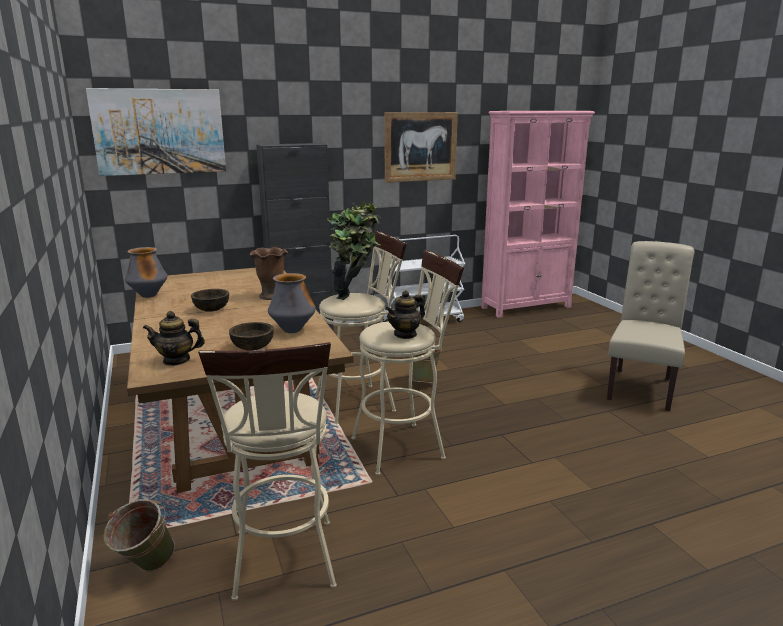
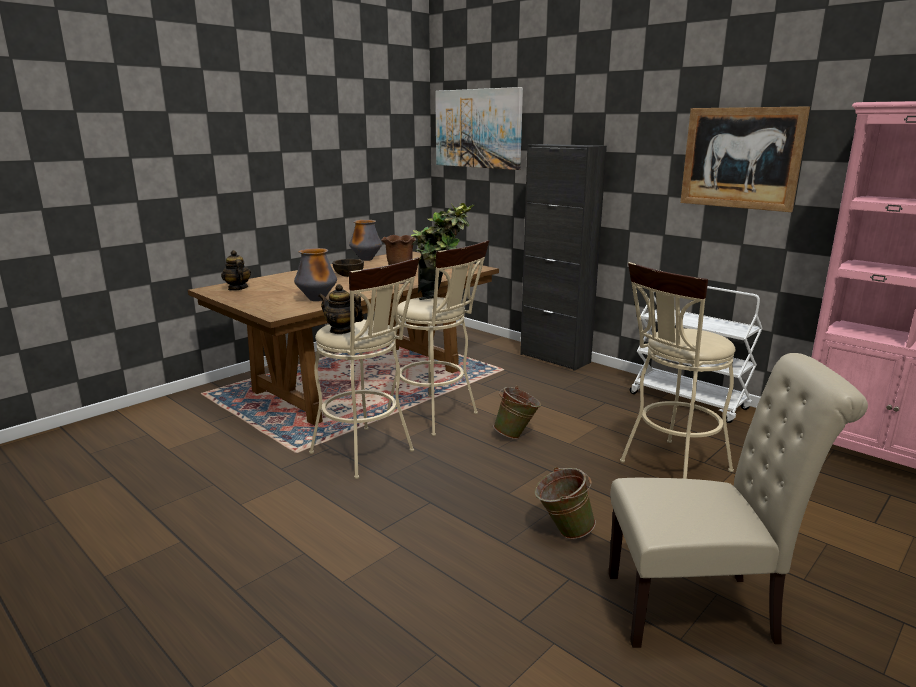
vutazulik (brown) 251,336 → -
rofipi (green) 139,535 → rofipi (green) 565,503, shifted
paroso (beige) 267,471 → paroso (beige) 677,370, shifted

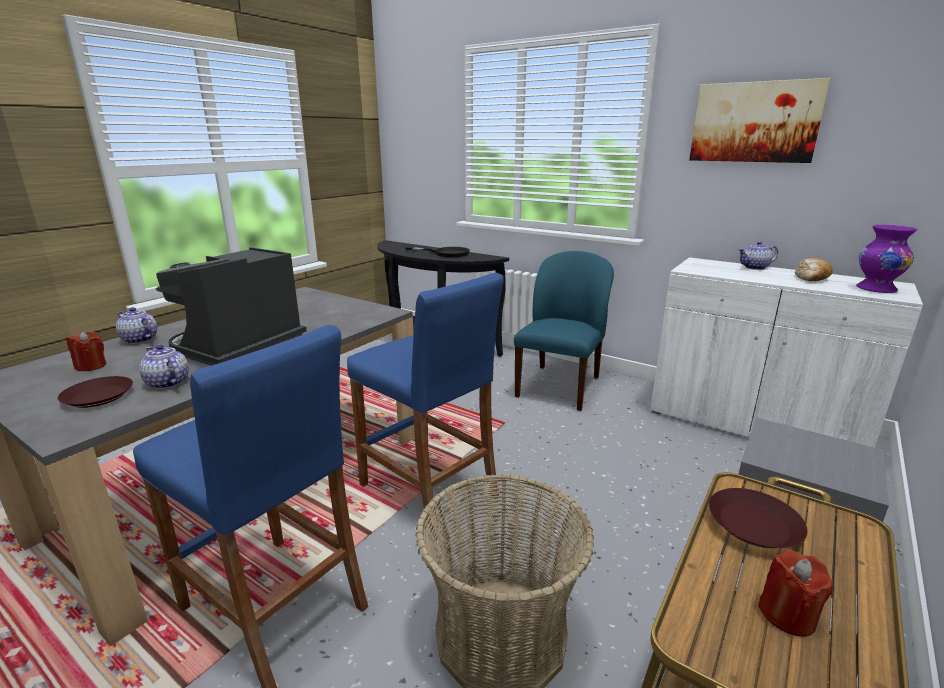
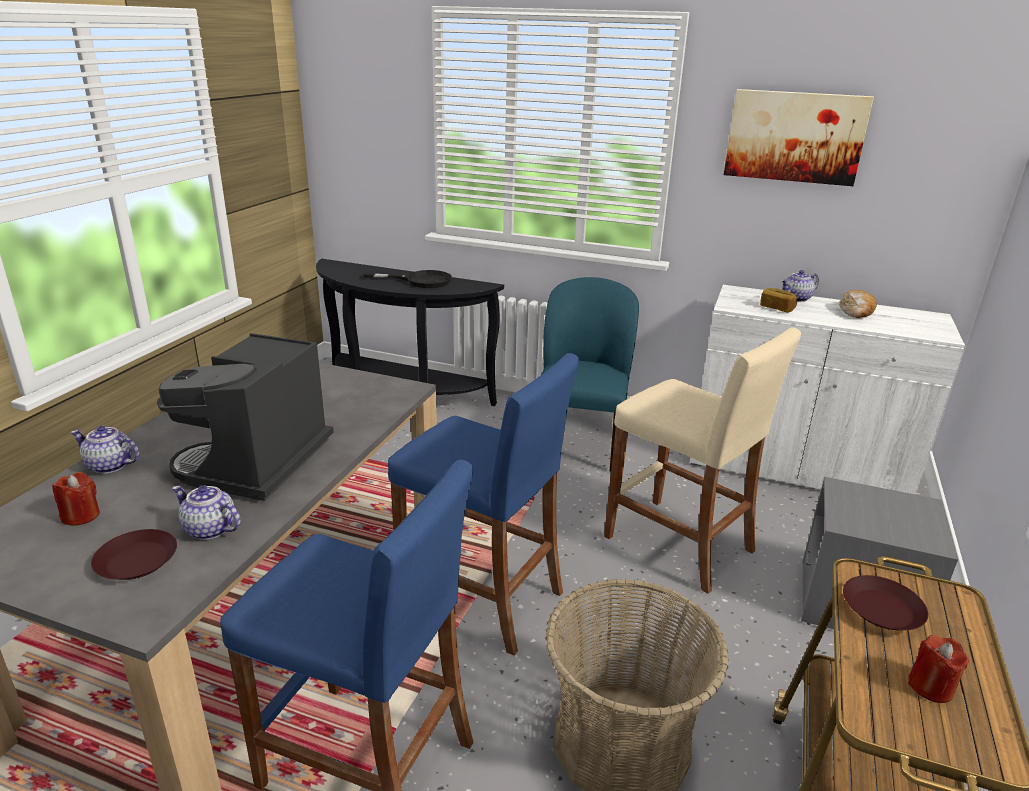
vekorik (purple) 886,259 → -
- → paroso (beige) 702,460
- → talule 778,300

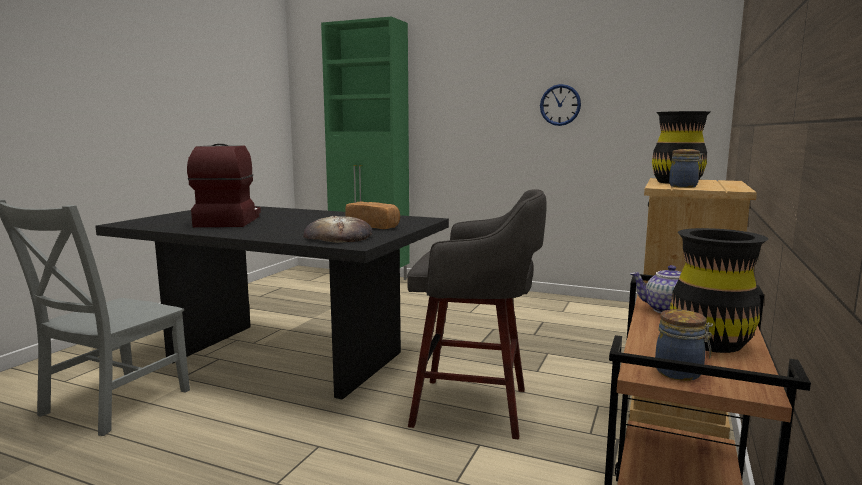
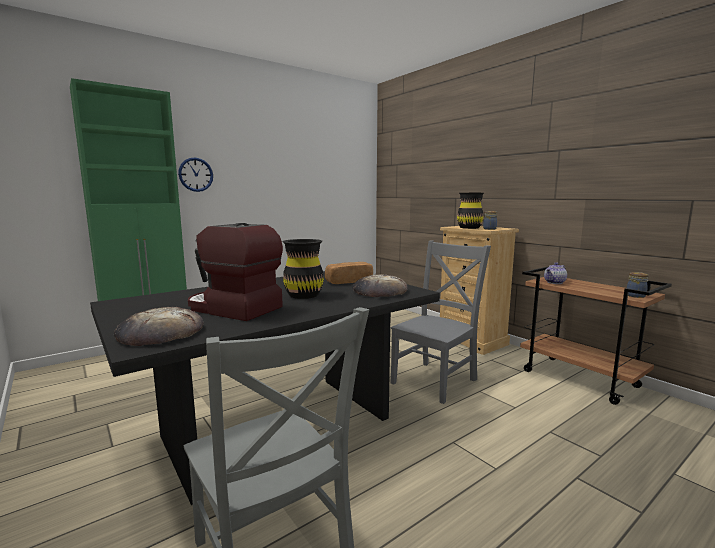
- → talule 158,326
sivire 560,105 → sivire 195,174, shifted
vekorik (black) 719,290 → vekorik (black) 303,269, shifted
paroso (grey) 477,314 → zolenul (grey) 440,322

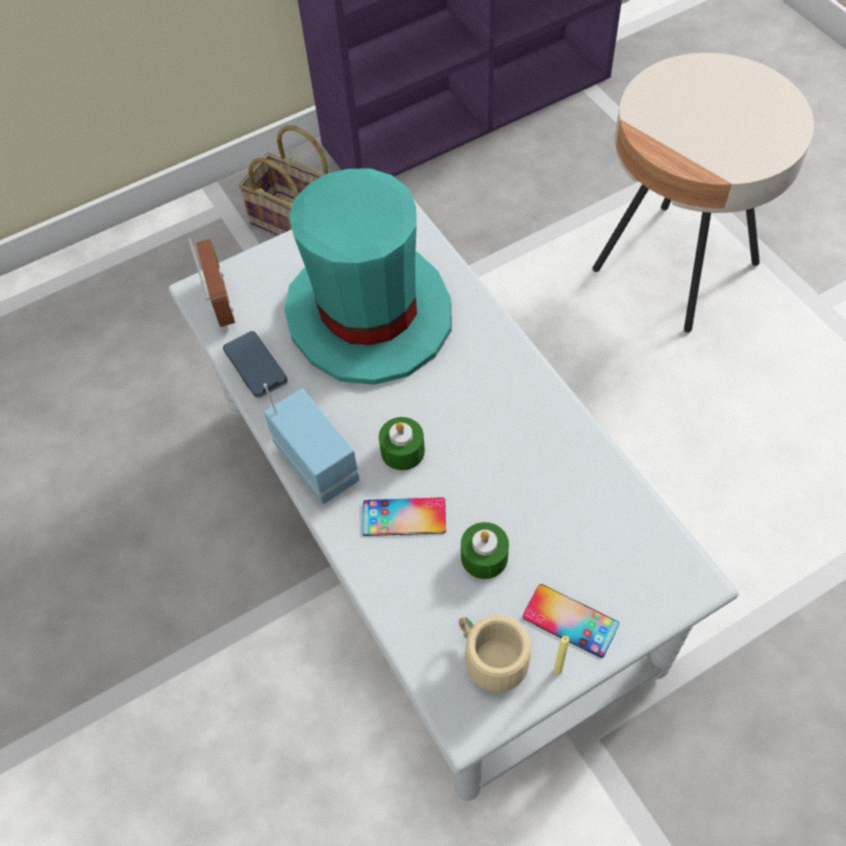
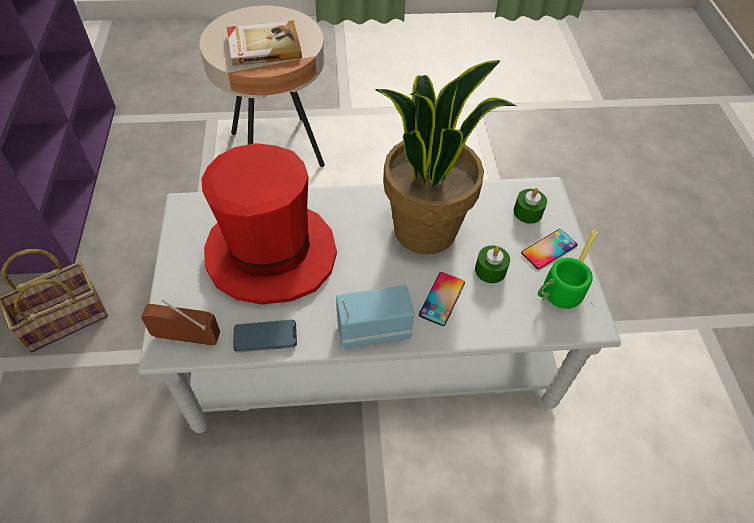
- → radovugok 264,43
- → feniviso 446,157
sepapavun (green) 402,443 → sepapavun (green) 530,206, shifted
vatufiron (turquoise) 367,276 → vatufiron (red) 269,224
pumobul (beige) 495,665 → pumobul (green) 566,283

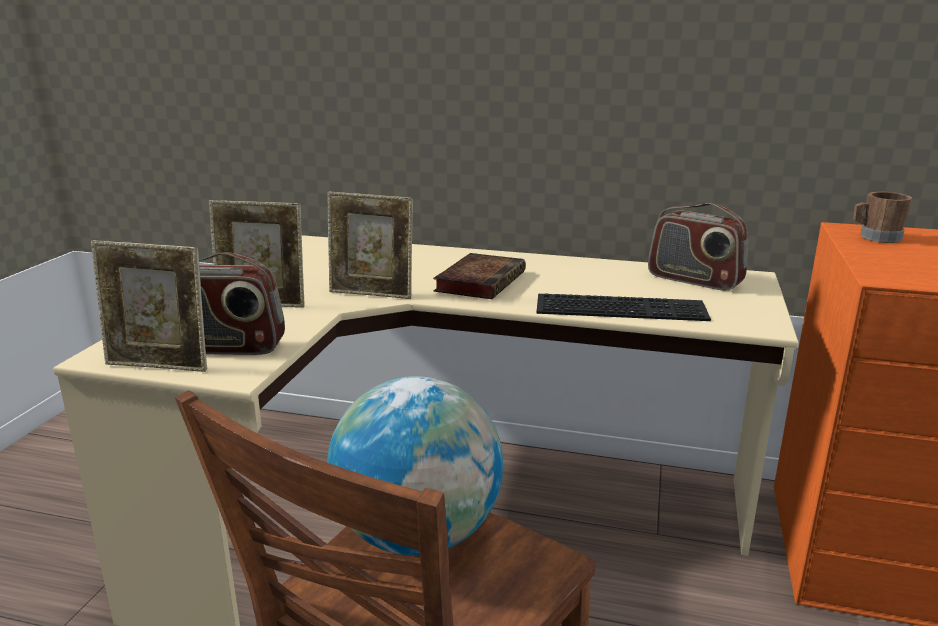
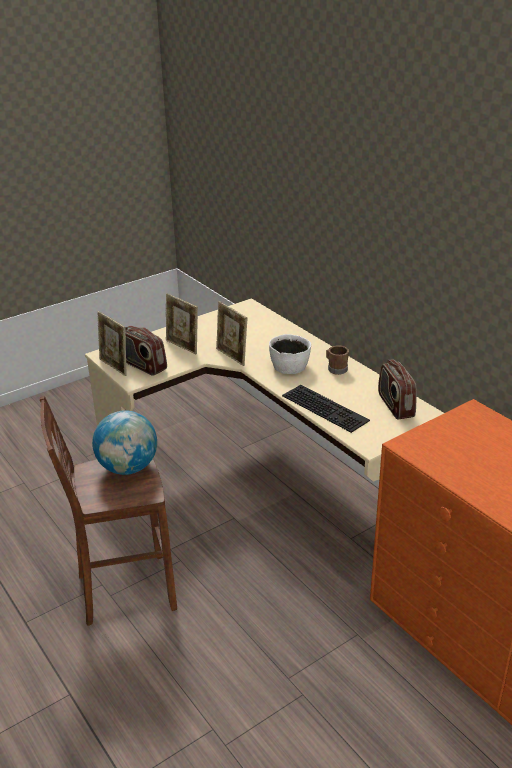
pumobul (brown) 883,217 → pumobul (brown) 337,360, shifted
radovugok 479,276 → vutazulik (white) 290,354

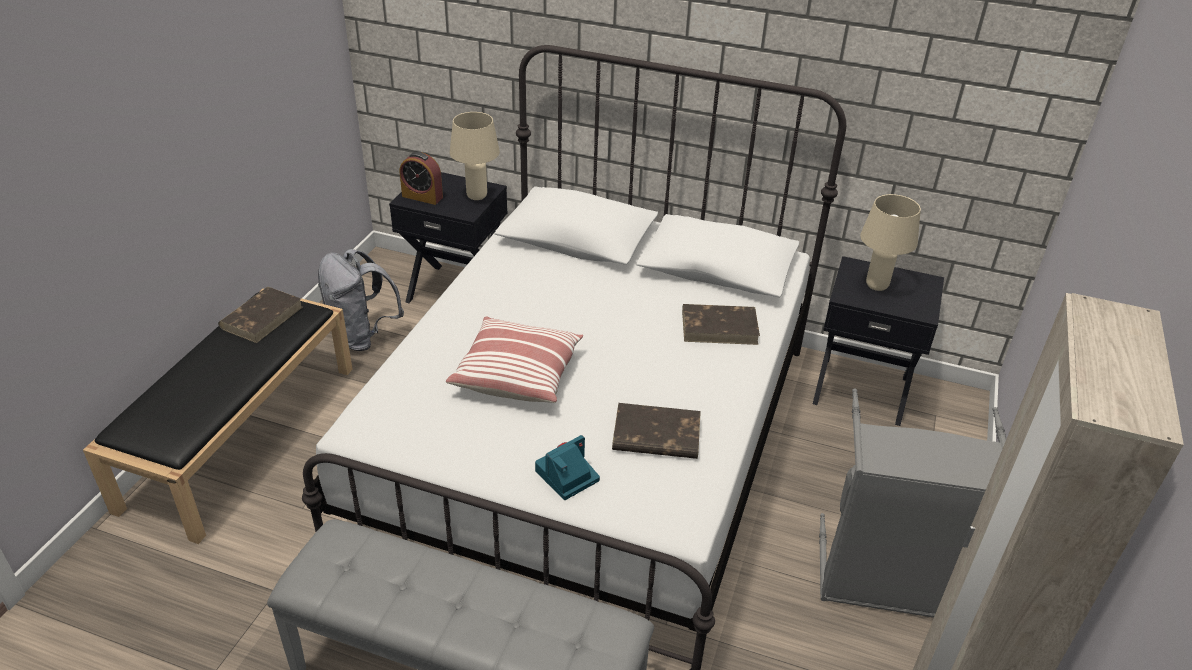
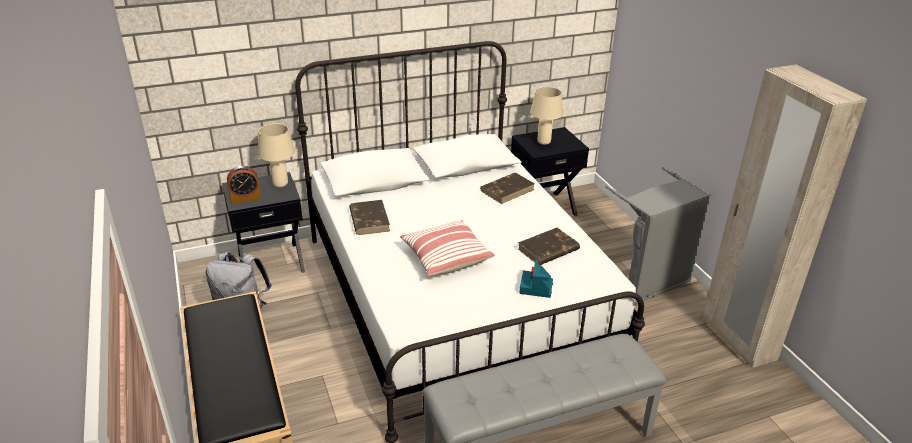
radovugok (brown) 260,315 → radovugok (brown) 369,217, shifted

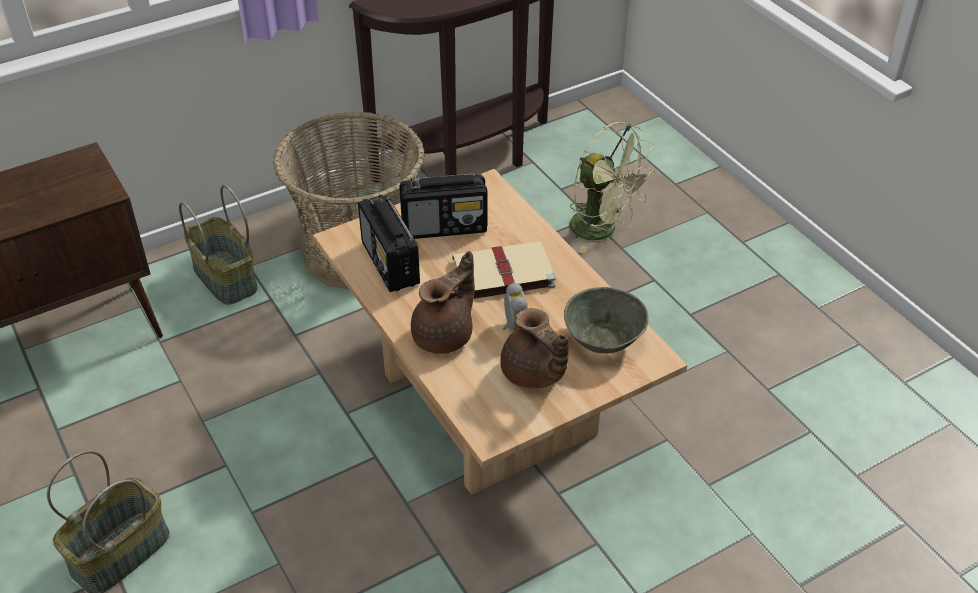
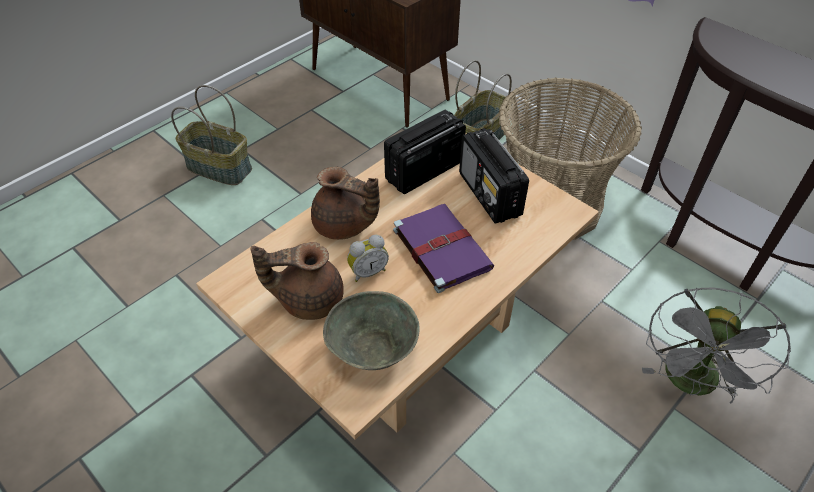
radovugok (beige) 504,270 → radovugok (purple) 443,248
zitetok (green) 612,188 → zitetok (grey) 716,345
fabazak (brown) 534,348 → fabazak (brown) 297,281, 45 degrees clockwise

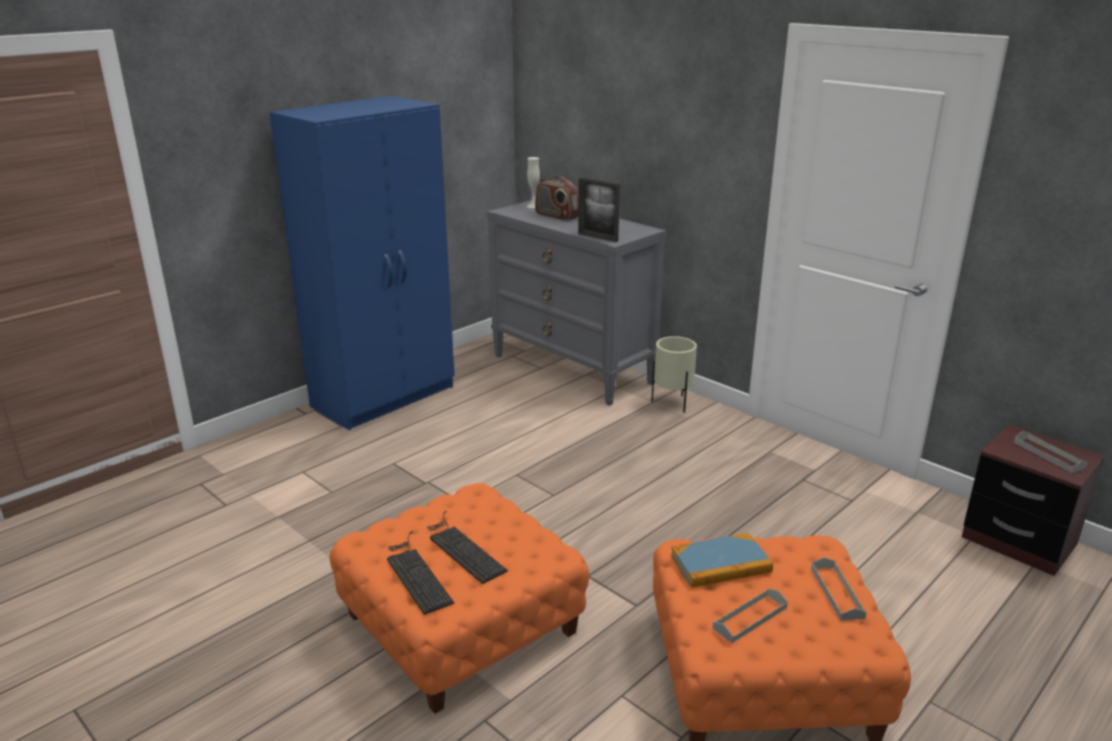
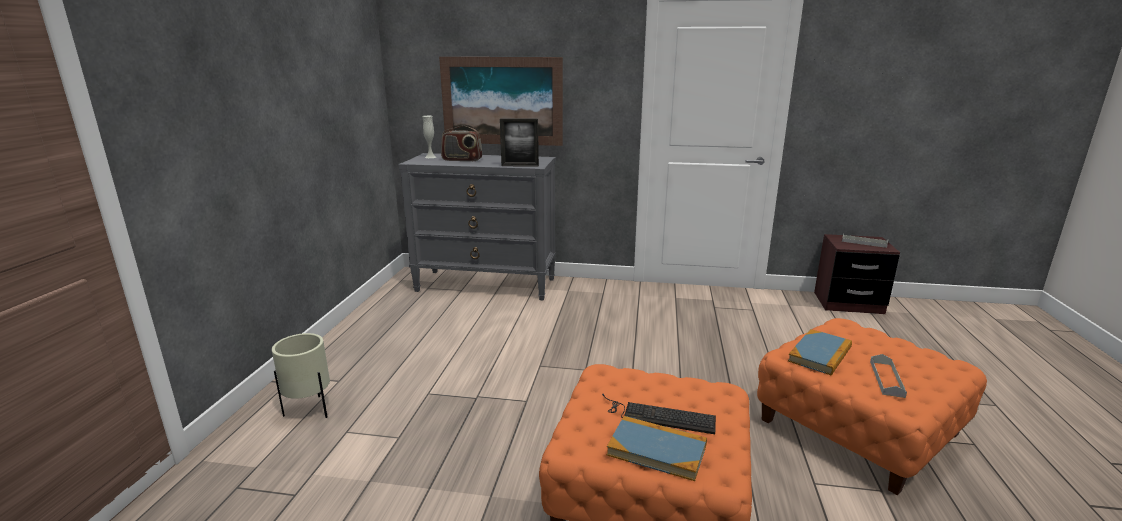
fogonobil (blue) 362,263 → -
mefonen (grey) 839,589 → -
- → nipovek 501,101
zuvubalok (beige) 674,374 → zuvubalok (beige) 301,375, shifted
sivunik 420,573 → radovugok 657,448

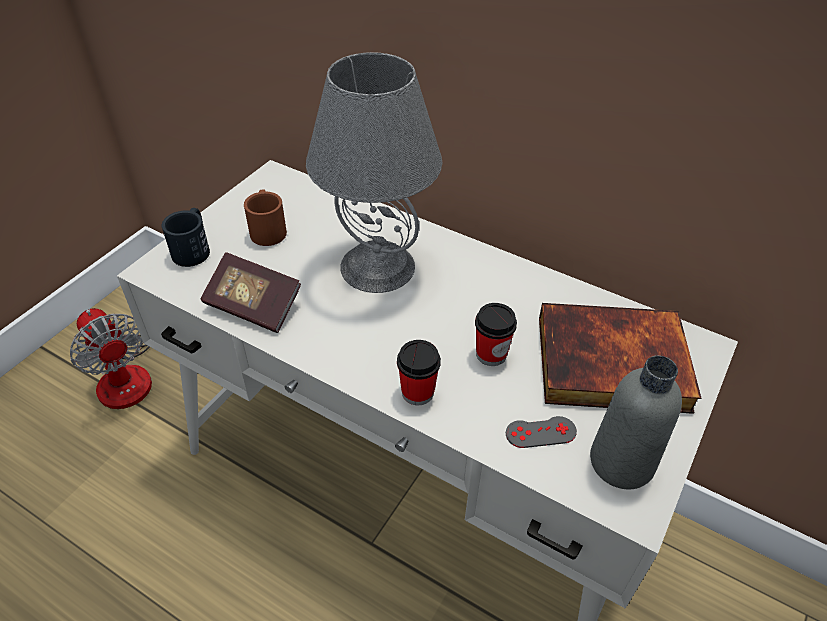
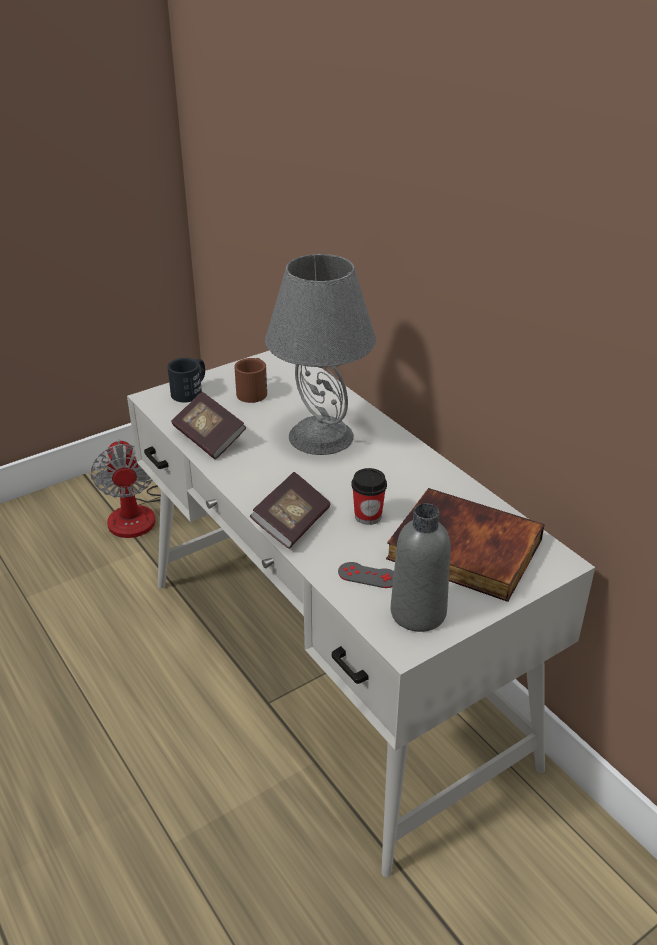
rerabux 419,372 → radovugok 290,510

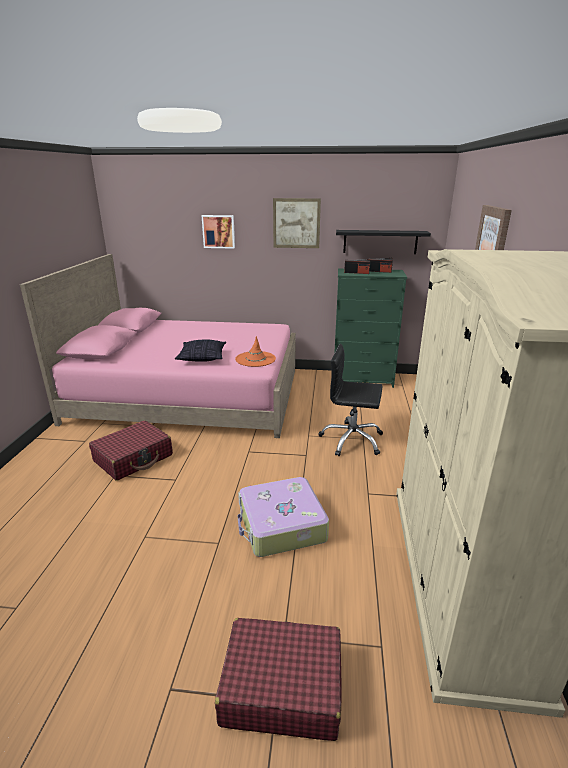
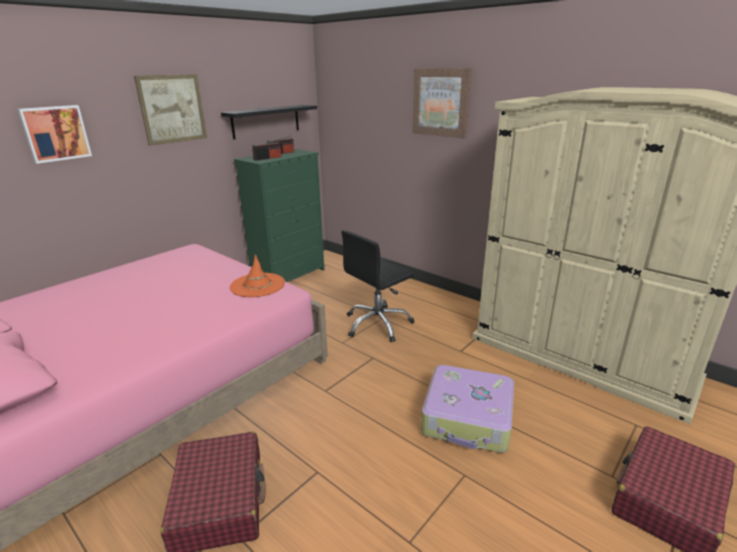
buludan 200,350 → -

